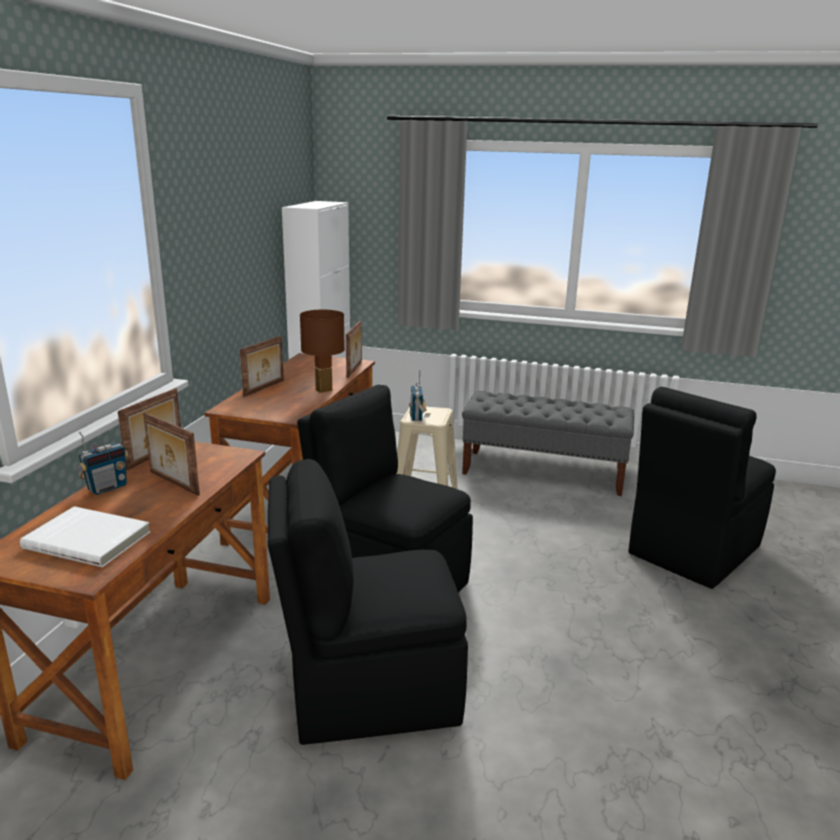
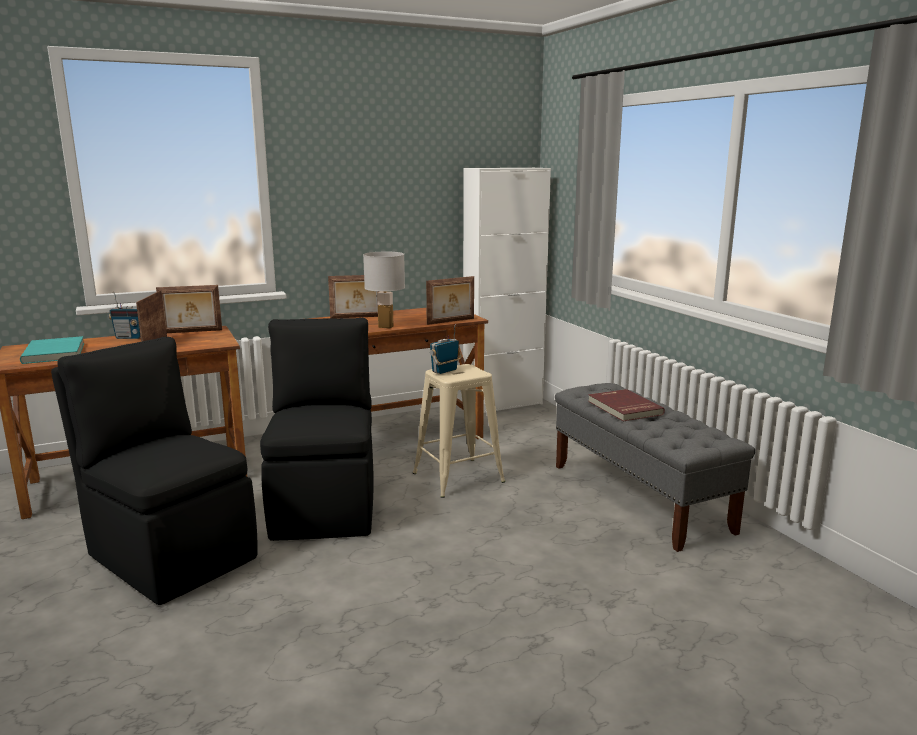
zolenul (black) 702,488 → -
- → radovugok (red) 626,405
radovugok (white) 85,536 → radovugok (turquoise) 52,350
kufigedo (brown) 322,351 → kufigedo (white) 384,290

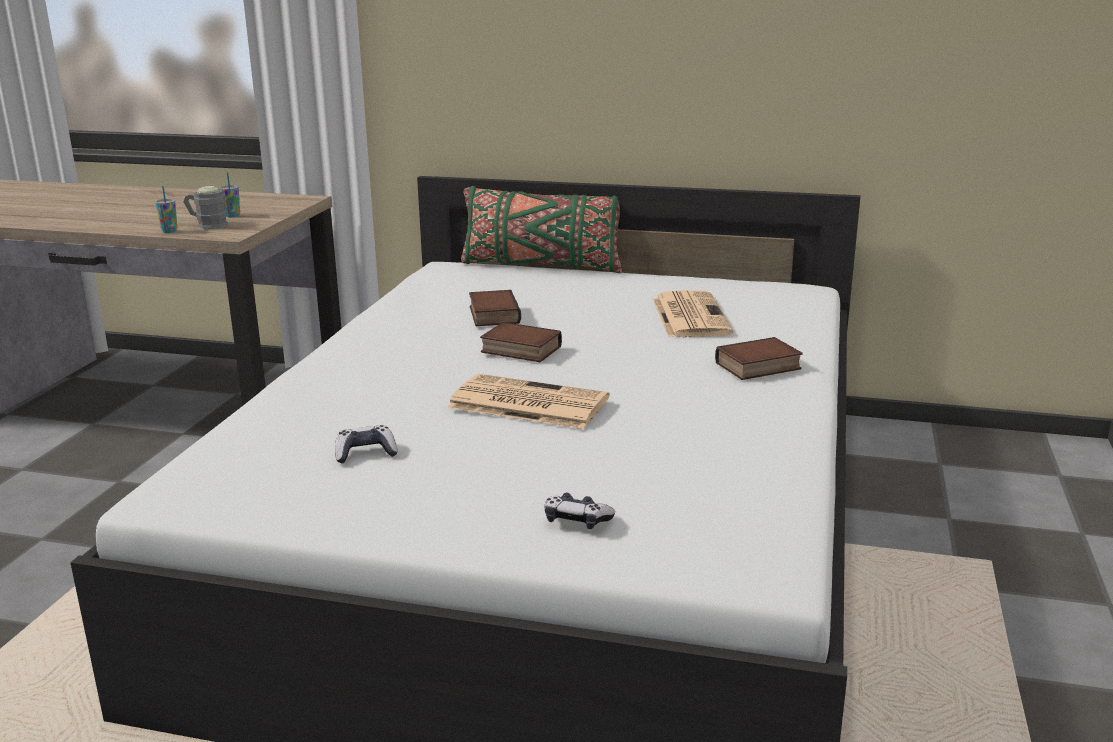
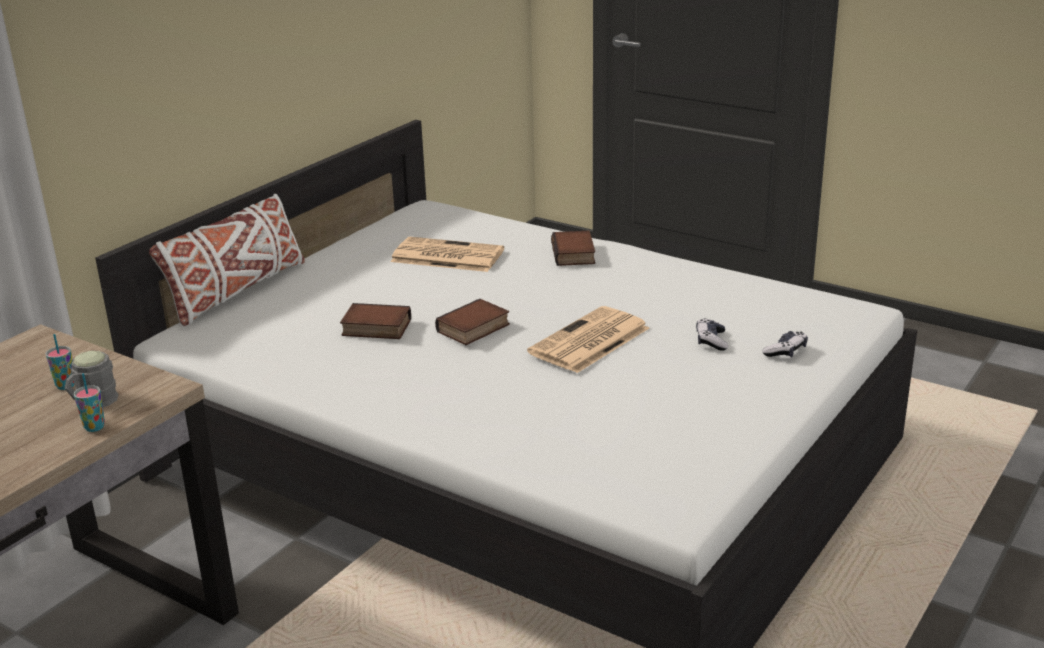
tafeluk 366,444 → tafeluk 712,334, shifted
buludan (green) 541,229 → buludan (white) 227,260

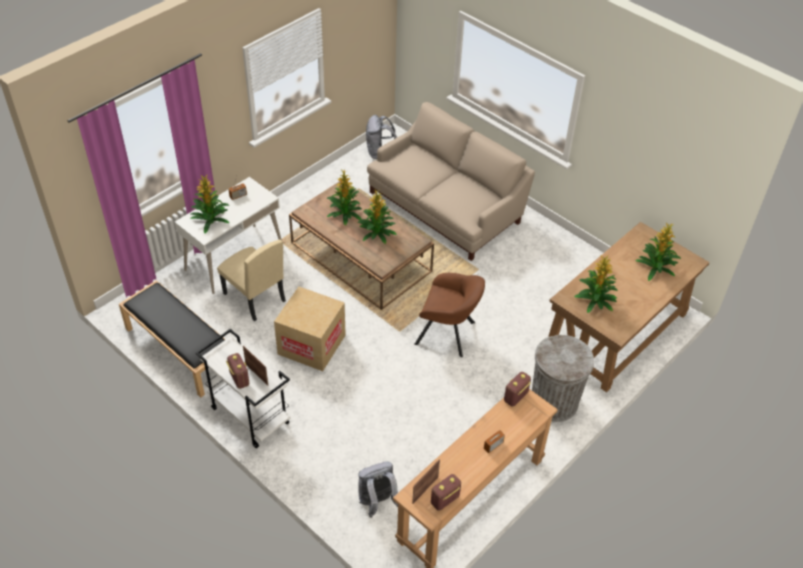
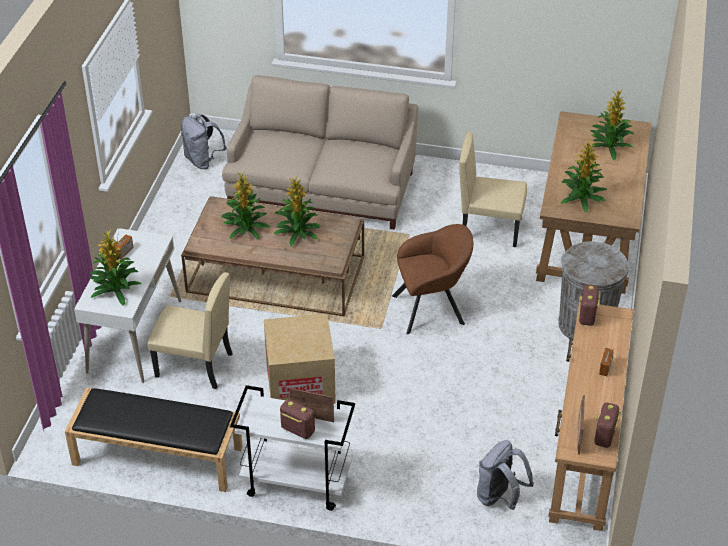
- → zolenul (beige) 493,189

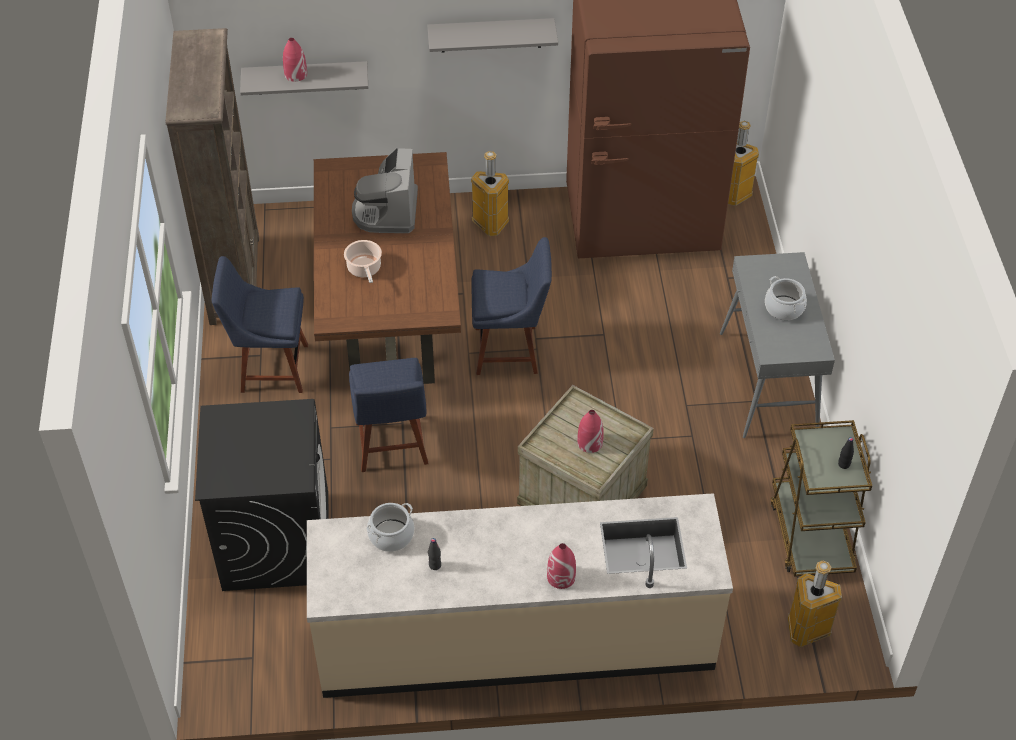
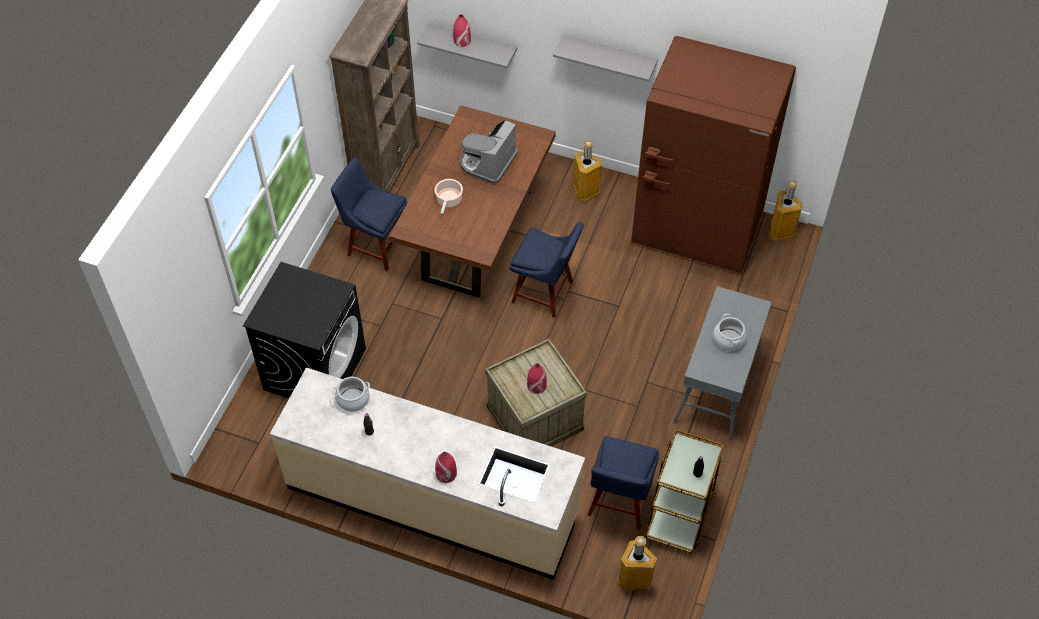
zolenul (blue) 388,415 → zolenul (blue) 623,482, shifted

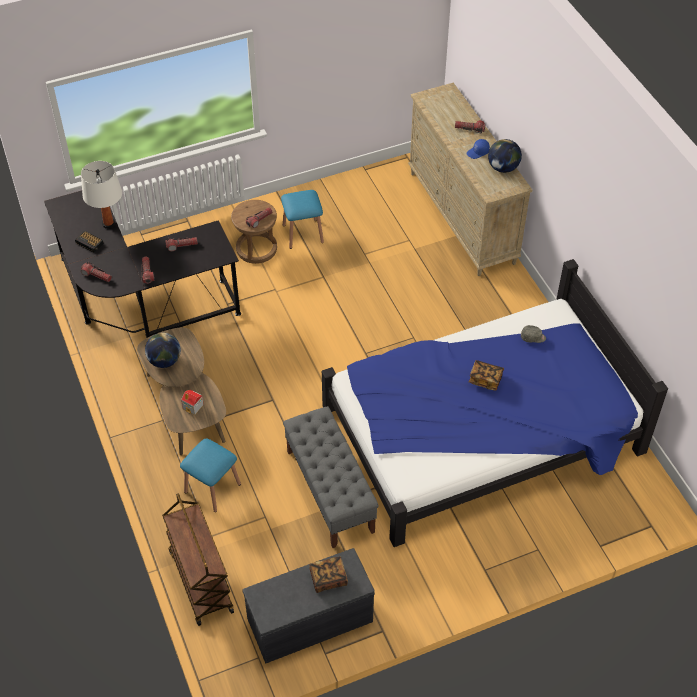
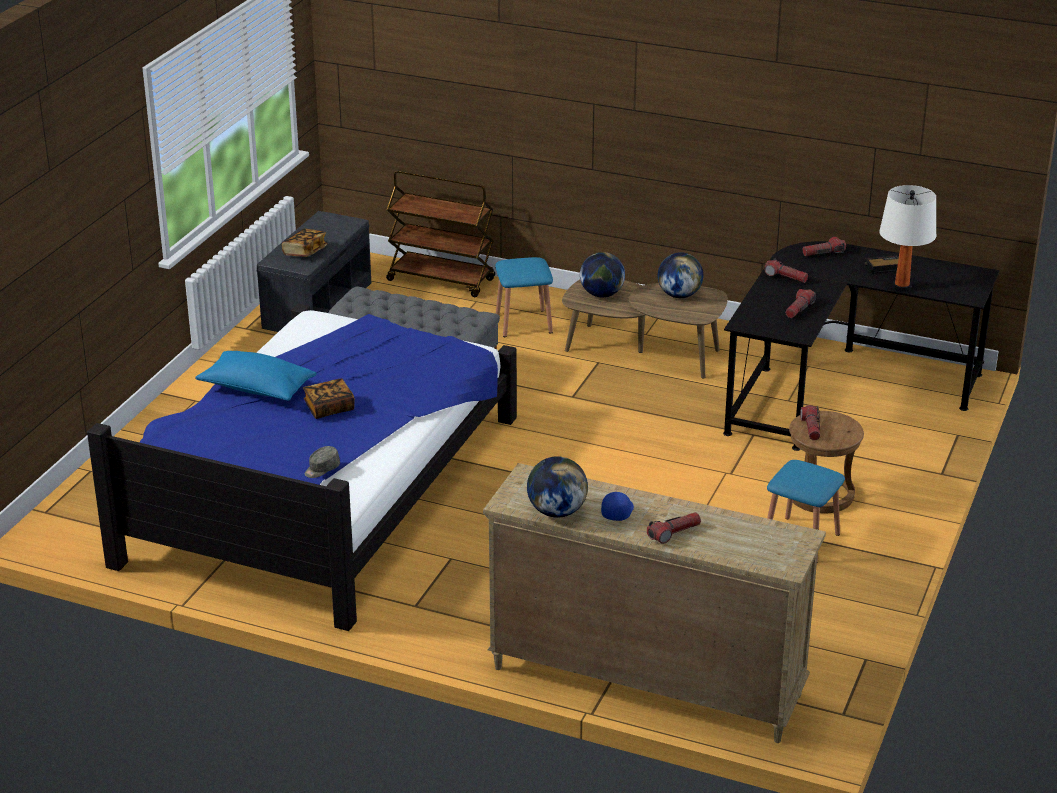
- → buludan (blue) 256,376
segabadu 192,402 → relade 602,274

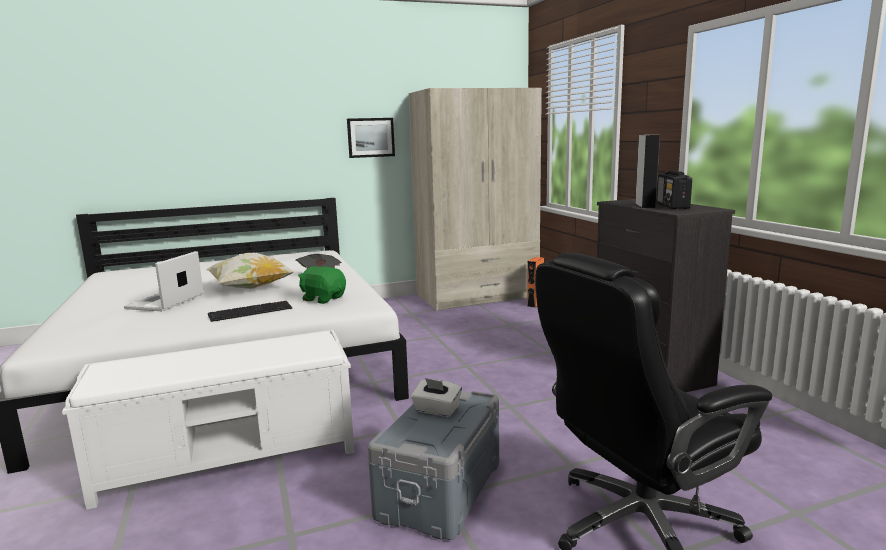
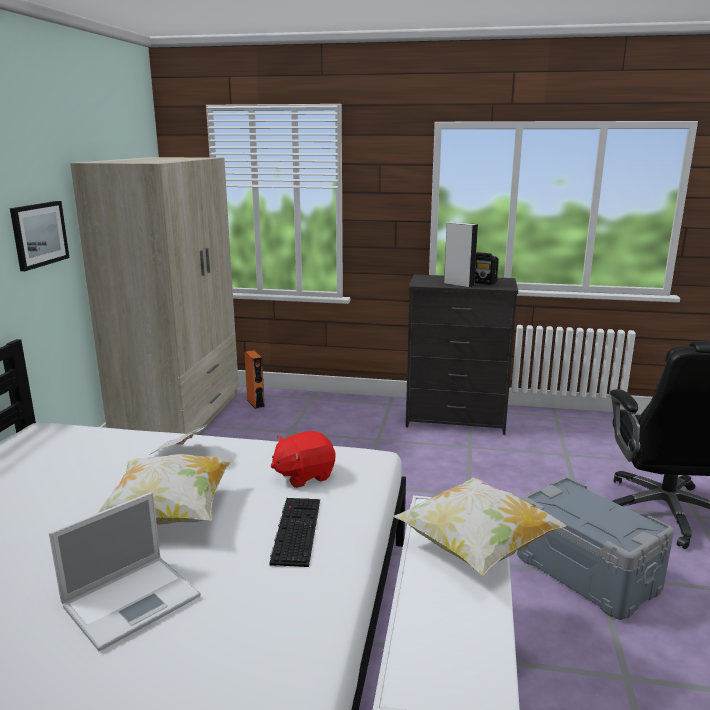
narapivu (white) 436,397 → -
- → buludan 479,526
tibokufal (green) 322,285 → tibokufal (red) 303,459
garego 163,281 → garego 125,571, 90 degrees counterclockwise

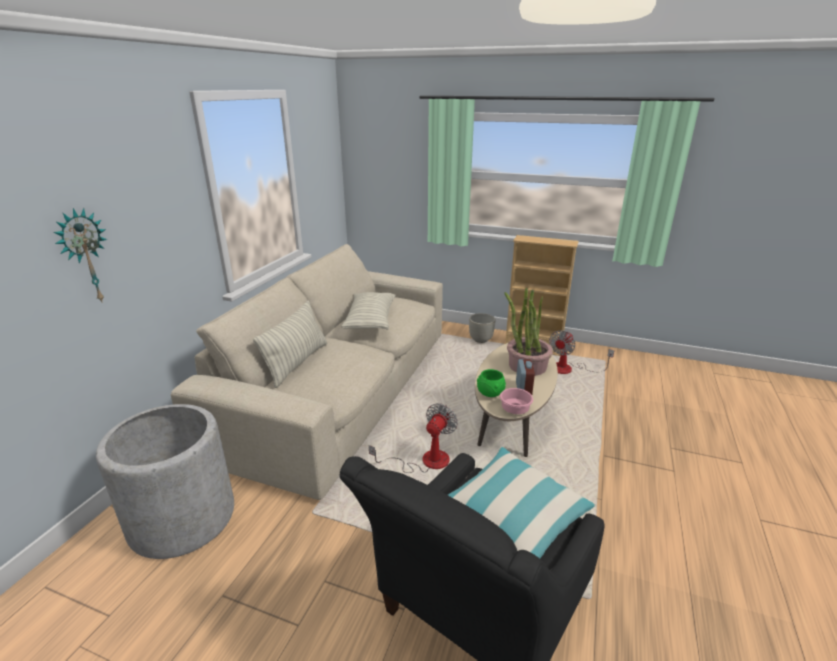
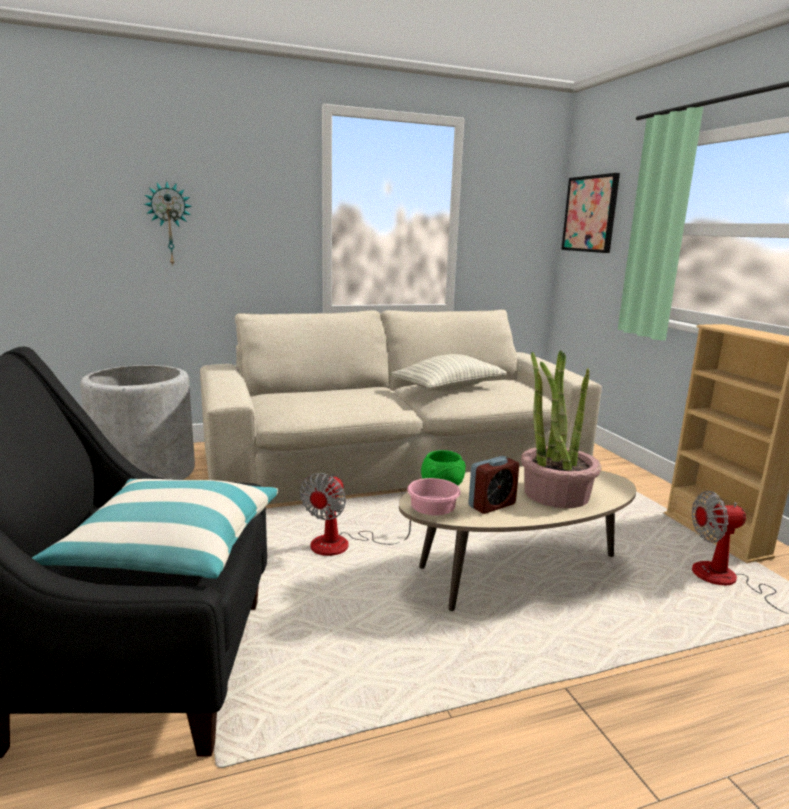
buludan 290,344 → -
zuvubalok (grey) 482,328 → -
- → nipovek 590,213
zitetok 413,438 → zitetok 355,514, 120 degrees clockwise

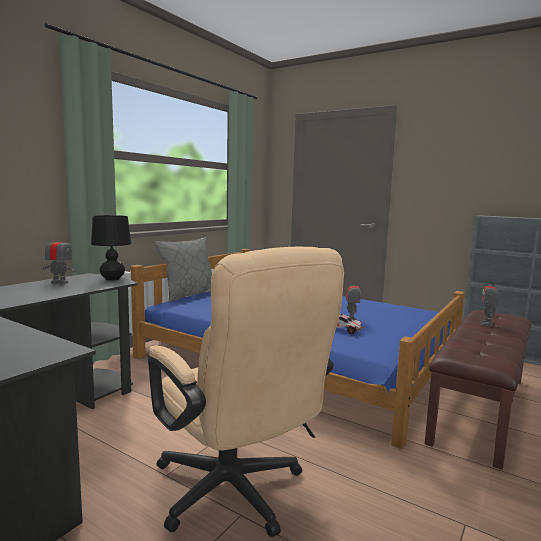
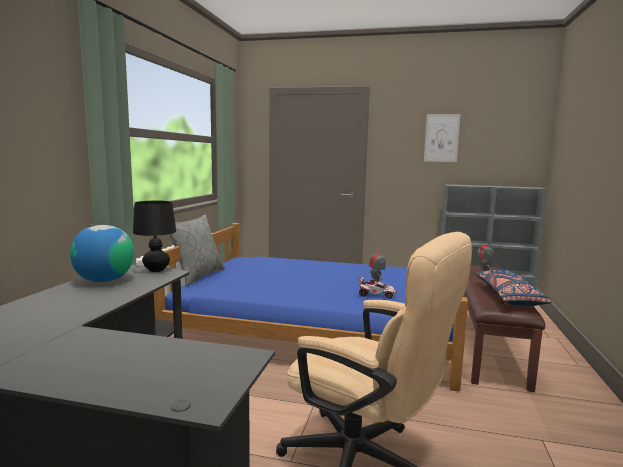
- → nipovek 442,138
- → buludan (blue) 514,288
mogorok 58,259 → relade 102,253

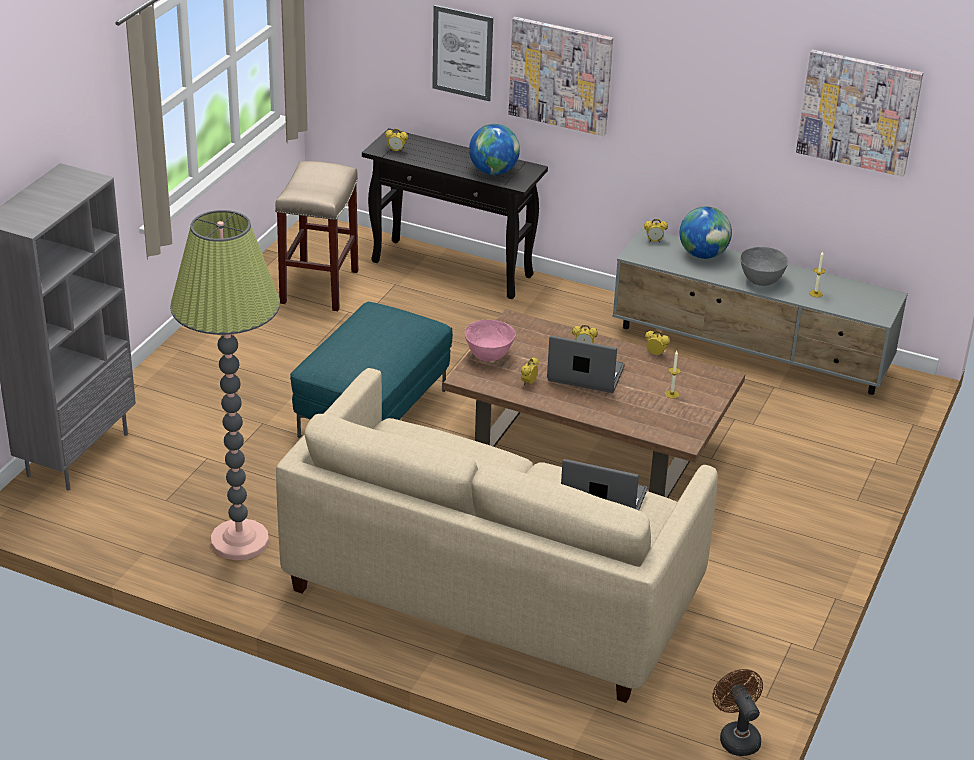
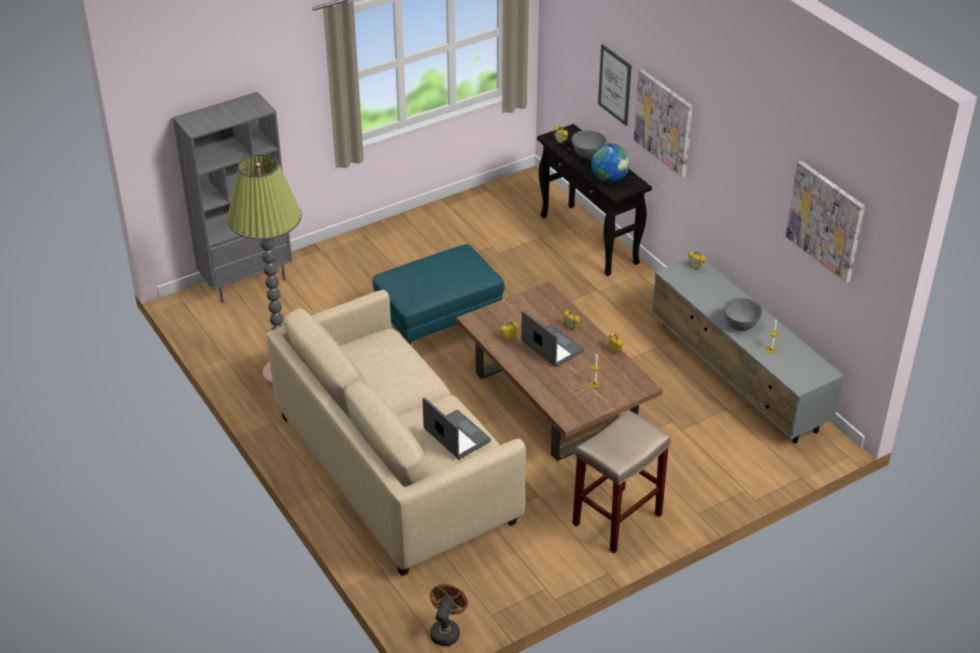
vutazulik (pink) 490,340 → -
relade 706,232 → -
- → vutazulik (grey) 589,144
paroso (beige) 316,236 → paroso (beige) 622,481, shifted

